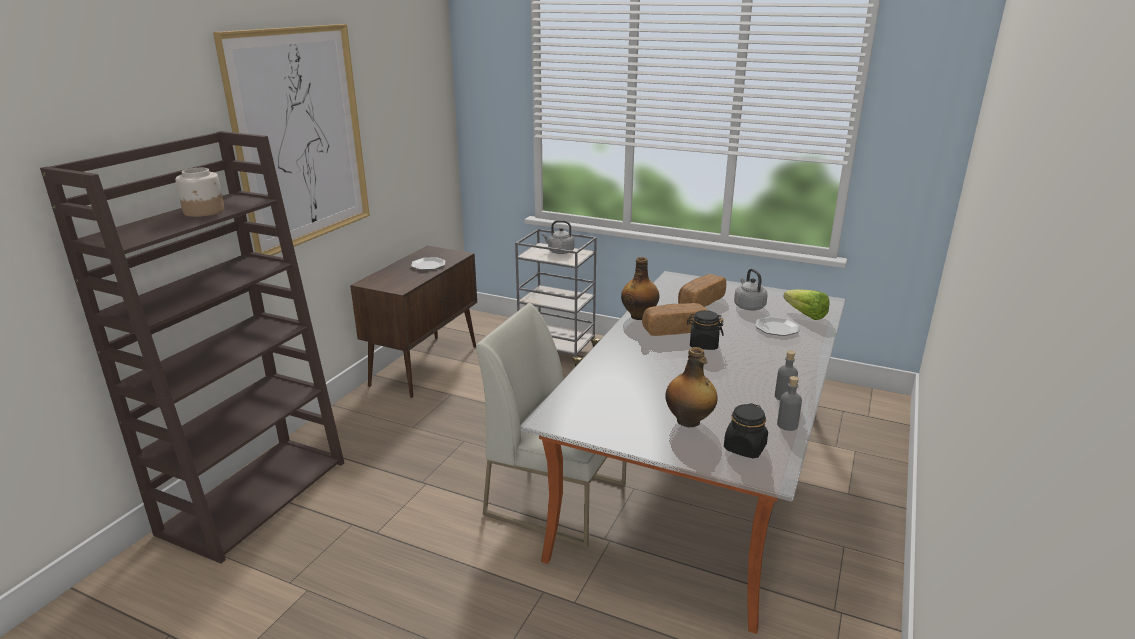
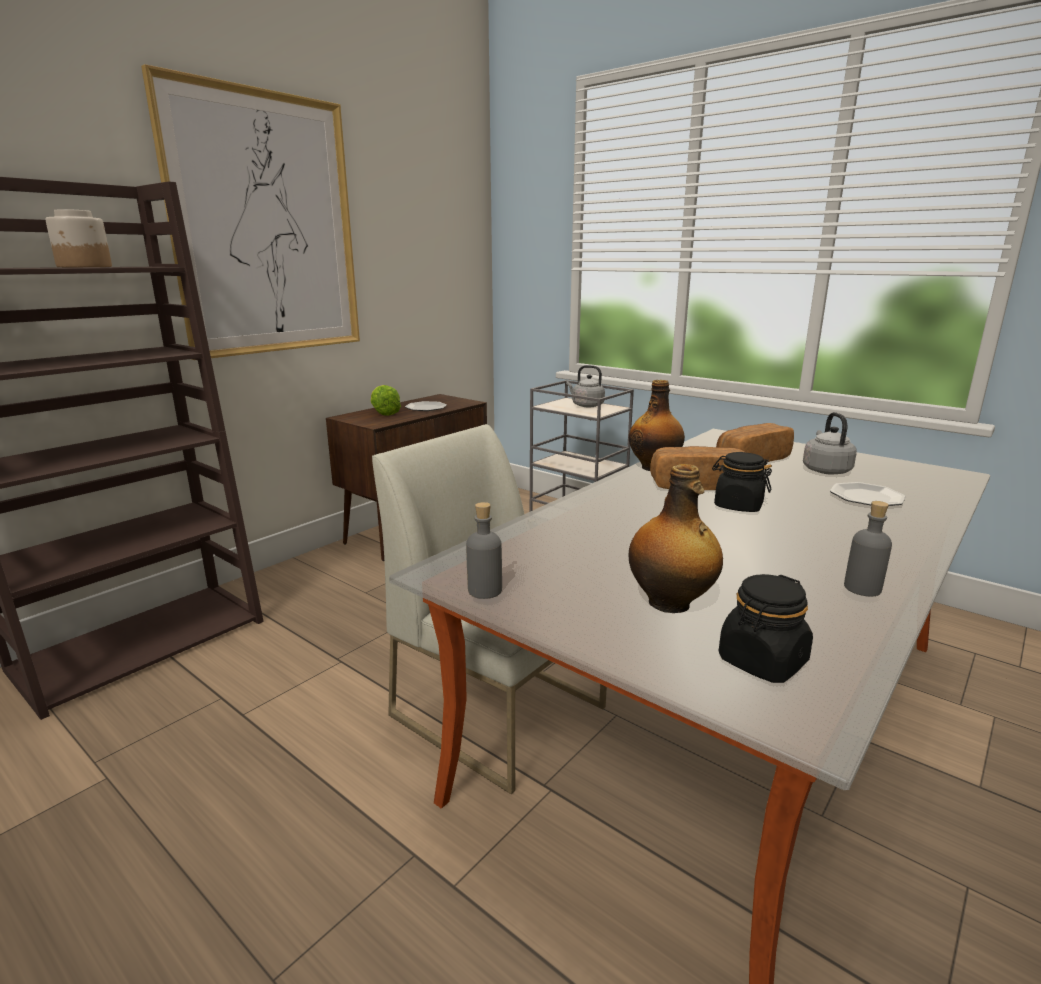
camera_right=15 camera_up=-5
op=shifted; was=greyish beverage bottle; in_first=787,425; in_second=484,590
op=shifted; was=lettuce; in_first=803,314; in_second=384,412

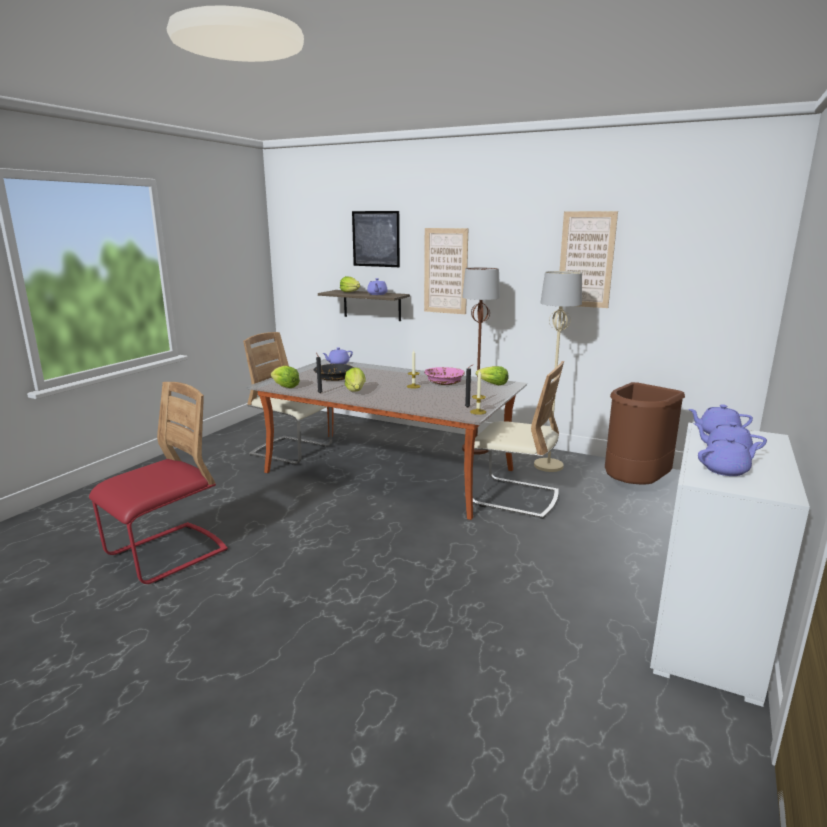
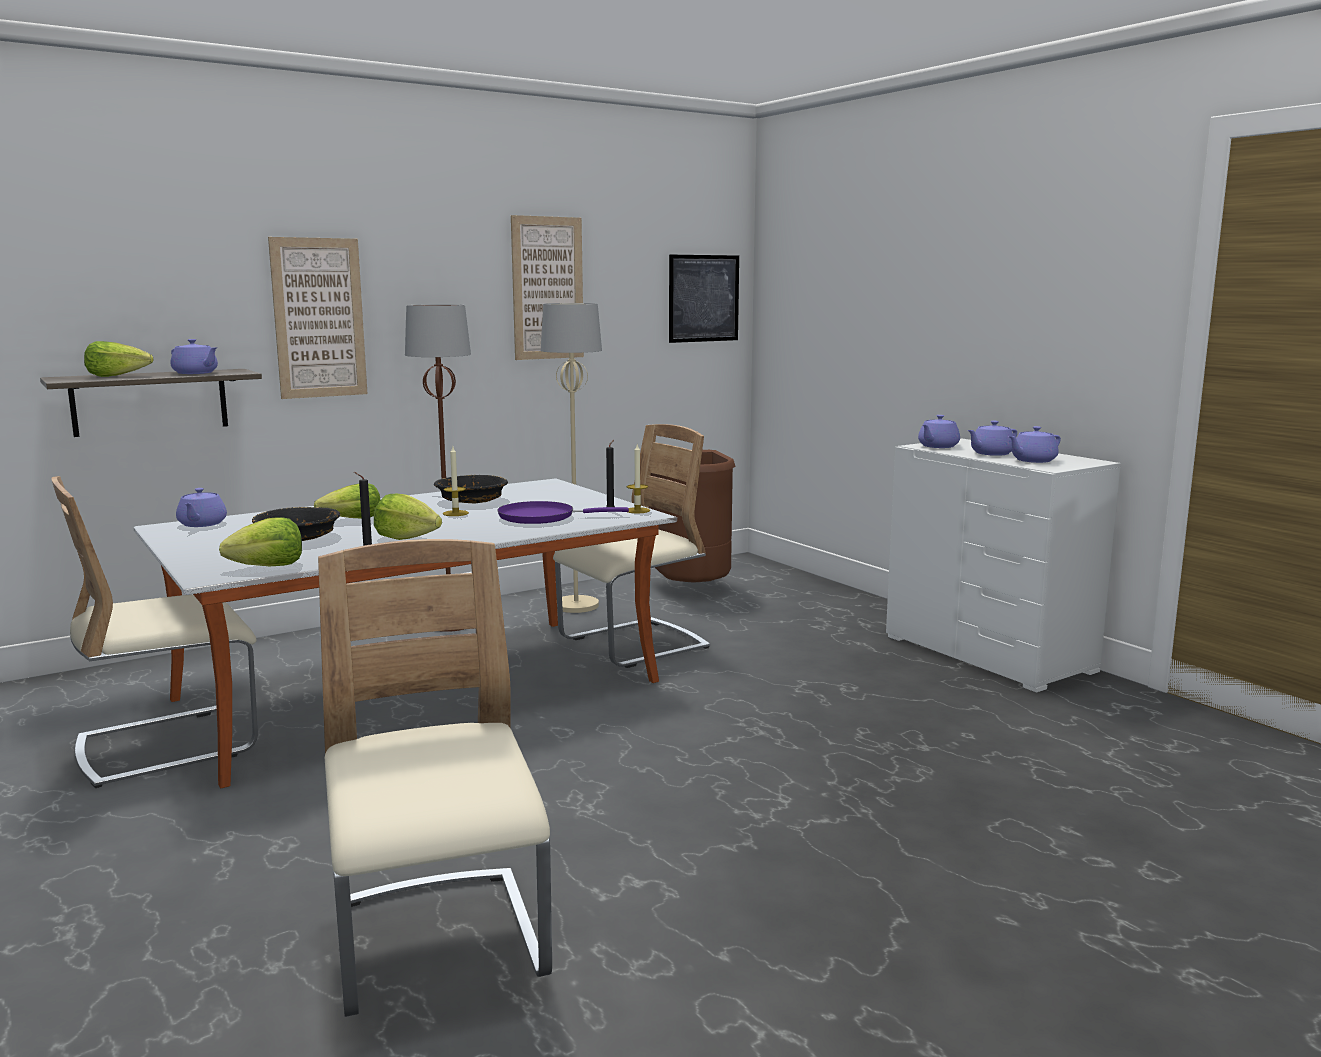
camera_right=-60 camera_up=-5
op=repainted; was=red-coloured plain chair; now=sand-coloured plain chair; in_first=167,554; in_second=438,945
op=shifted; was=picture; in_first=376,239; in_second=703,298
op=repainted; was=pink-coloured serving bowl; now=blackish serving bowl; in_first=444,382; in_second=472,500
op=shifted; was=lettuce; in_first=492,384; in_second=352,520
op=rotated; was=purple-coloured tea pot; in_first=726,470; in_second=1032,460; clockwise=-135
op=new; now=purple-coloured skillet; in_second=542,517

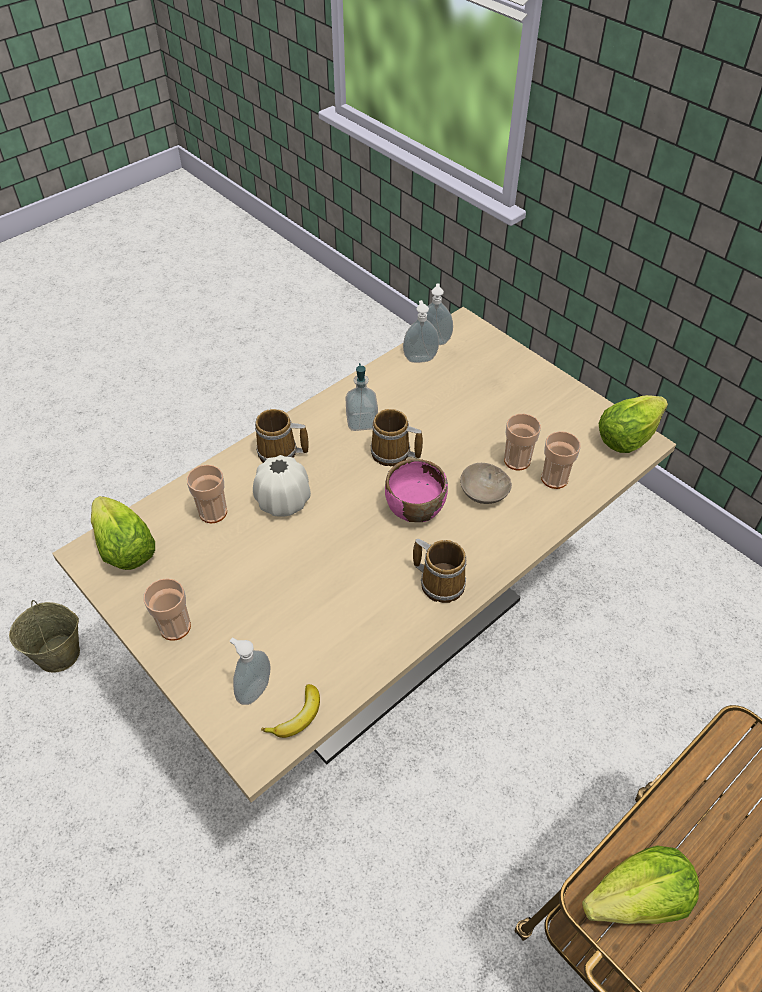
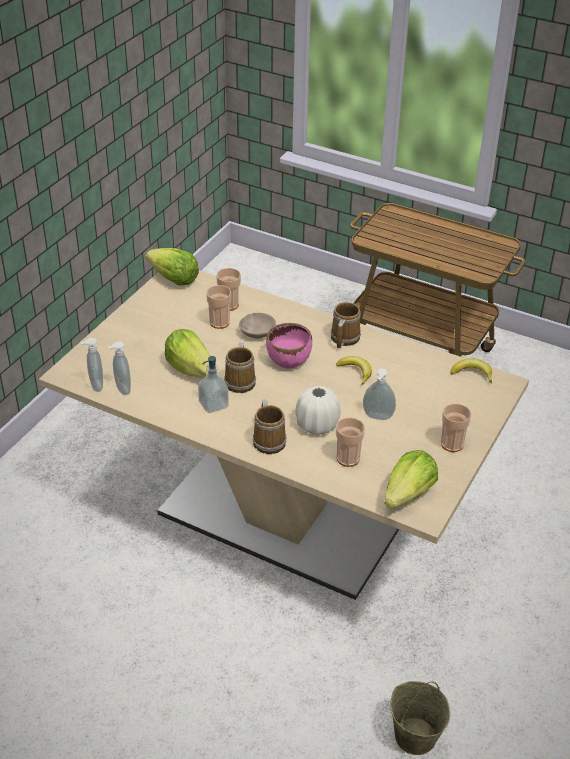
camera_right=-110 camera_up=-10
op=shifted; was=soap bottle; in_first=253,689; in_second=377,417
op=shifted; was=lettuce; in_first=637,899; in_second=190,369
op=new; now=whole banana; in_second=356,372

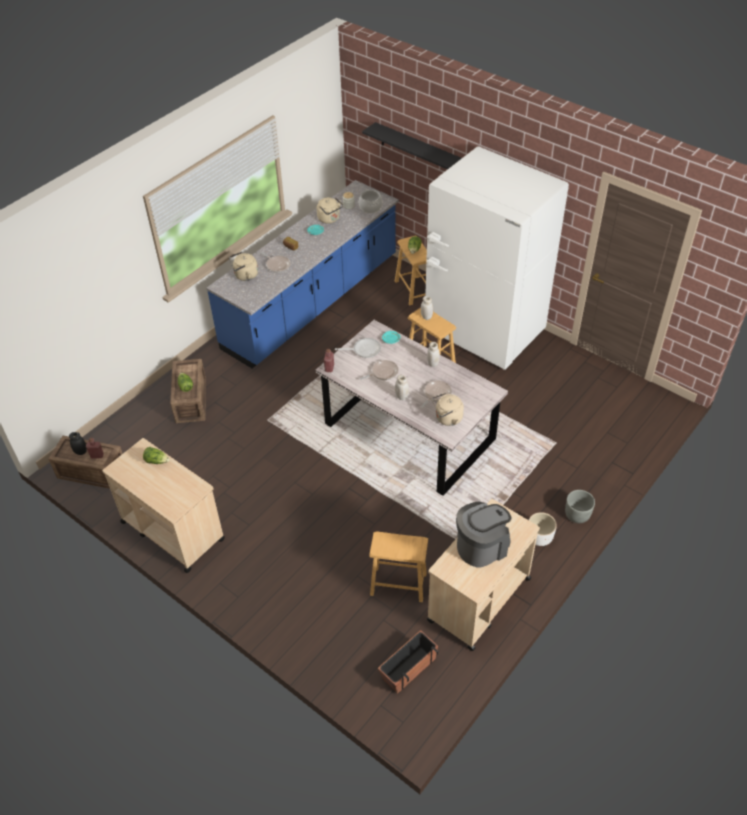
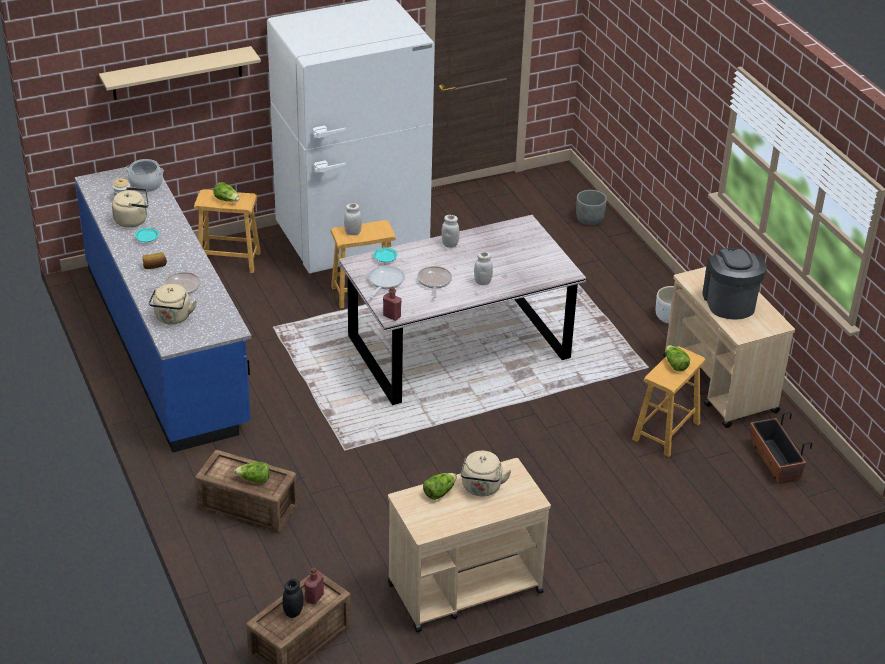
camera_right=-65 camera_up=-10
op=repainted; was=blackish bracket shelf; now=sand-coloured bracket shelf; in_first=419,150; in_second=177,73
op=gone; was=skillet; in_first=436,394
op=shifted; was=sand-coloured kettle; in_first=447,418; in_second=481,488
op=shifted; was=greyish flower pot; in_first=577,515; in_second=589,219
op=new; now=lettuce; in_second=675,364

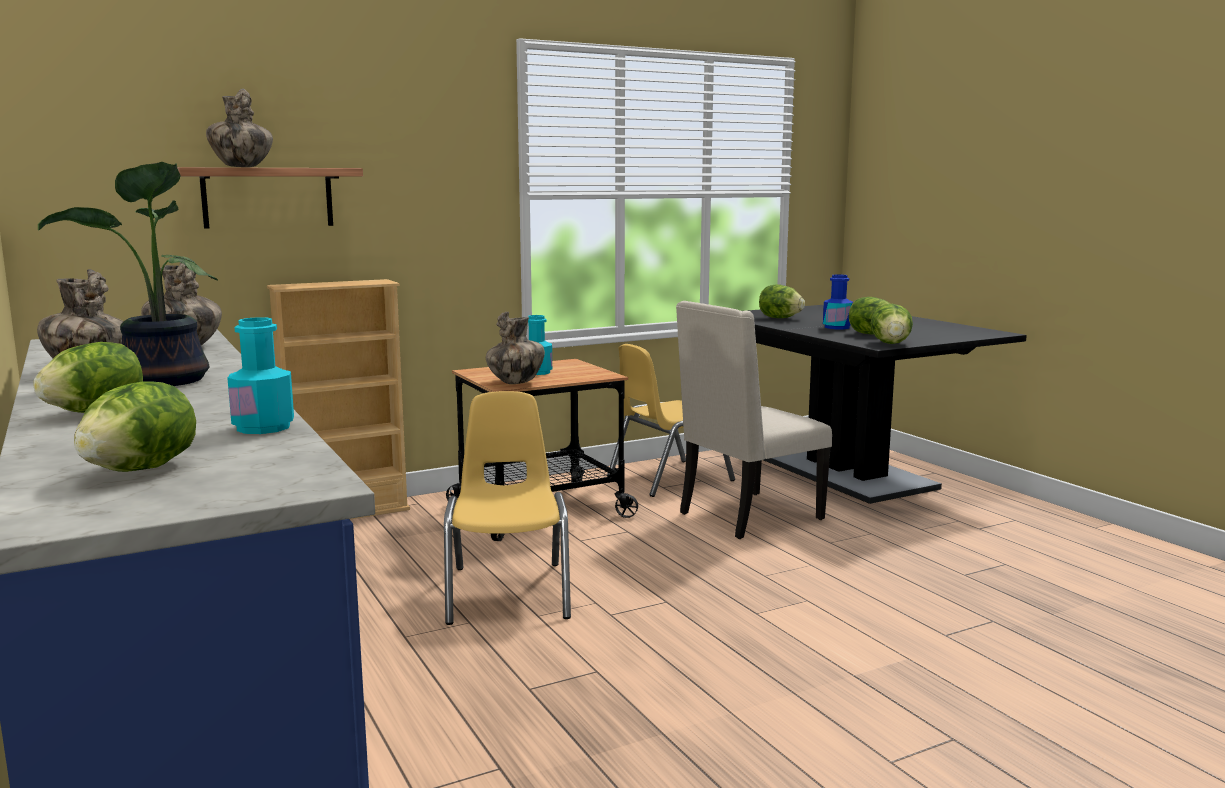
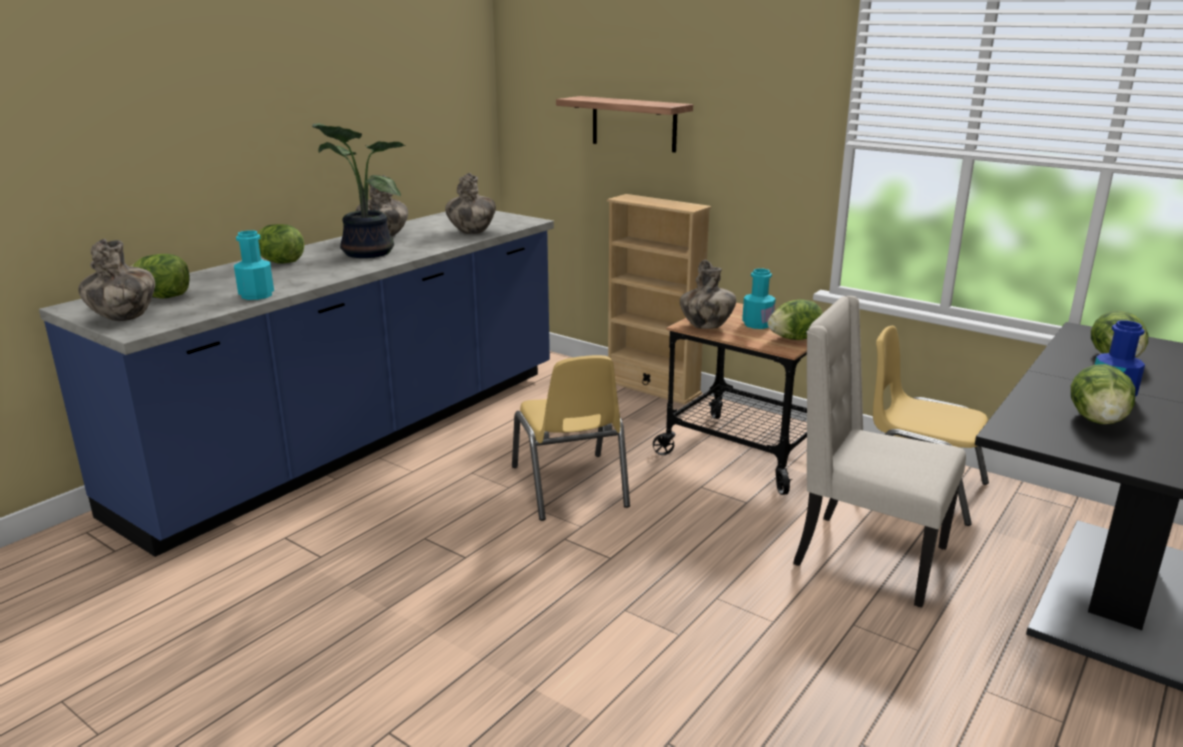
camera_right=65 camera_up=10
op=shifted; was=vase; in_first=242,167; in_second=124,317
op=rotated; was=yellowish plain chair; in_first=509,592; in_second=569,486; clockwise=105
op=shifted; was=lettuce; in_first=891,344; in_second=794,339

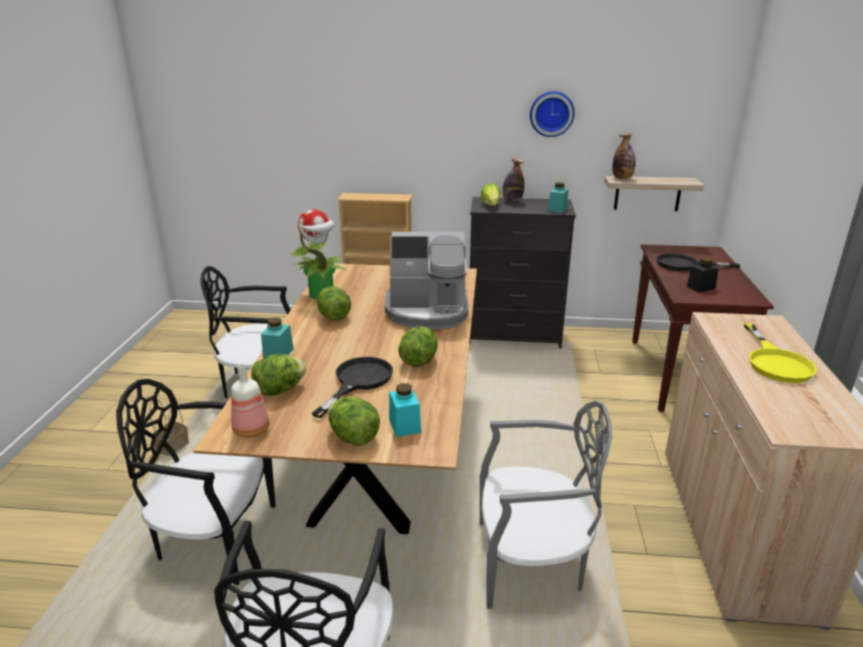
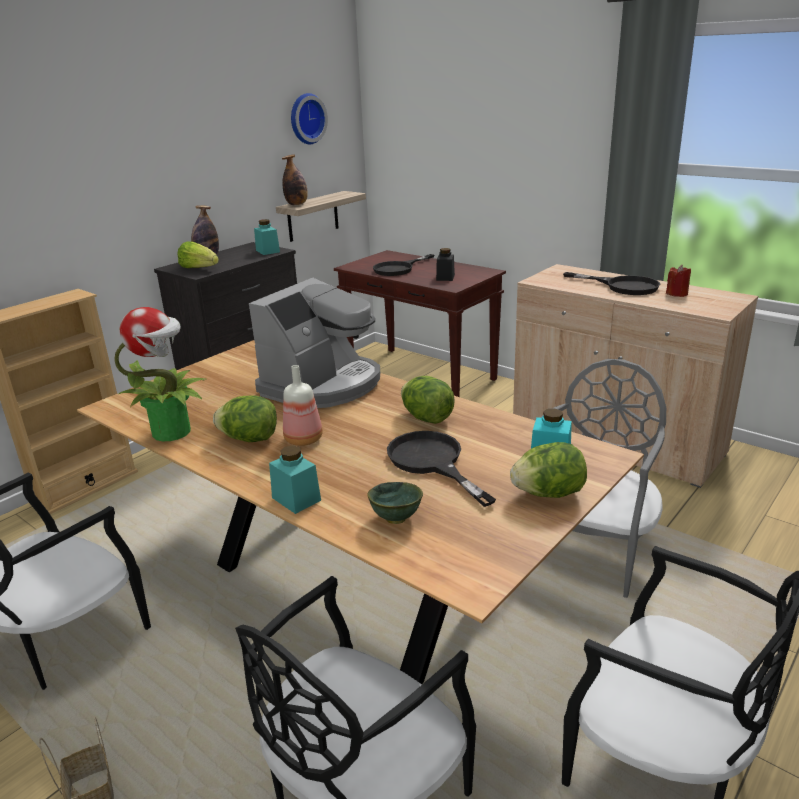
camera_right=-55 camera_up=0
op=shifted; was=beverage bottle; in_first=252,430; in_second=303,439
op=swapped; was=lettuce; now=green serving bowl; in_first=279,390; in_second=395,518
op=shifted; was=wall clock; in_first=551,113; in_second=306,119
op=repainted; was=yellowish skillet; now=blackish skillet; in_first=775,362; in_second=623,286
op=new; now=red-coloured wax candle; in_second=677,294

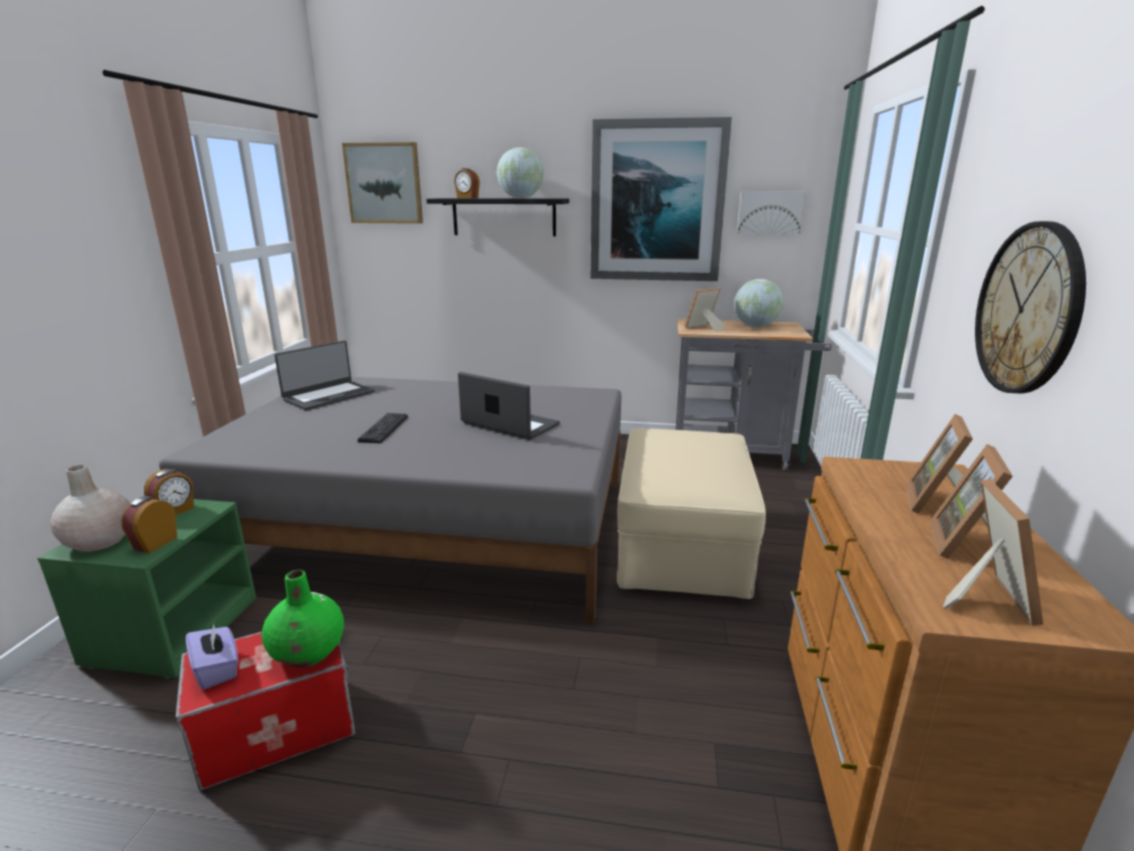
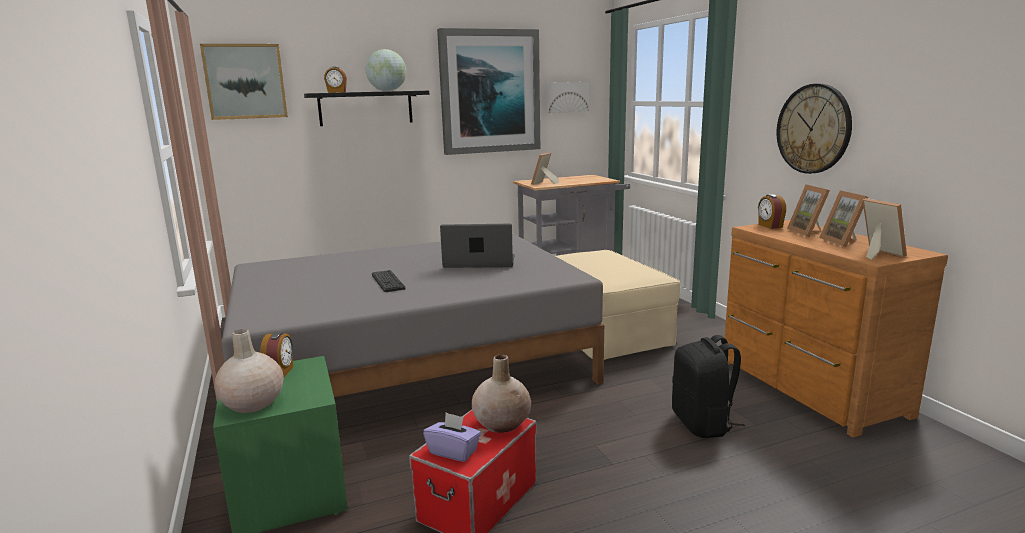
camera_right=-30 camera_up=-5
op=shifted; was=alarm clock; in_first=155,543; in_second=769,226
op=repainted; was=green vase; now=sand-coloured vase; in_first=309,652; in_second=502,423
op=gone; was=laptop; in_first=328,396
op=gone; was=world globe; in_first=755,326
op=new; now=blackish rucksack; in_second=703,424

